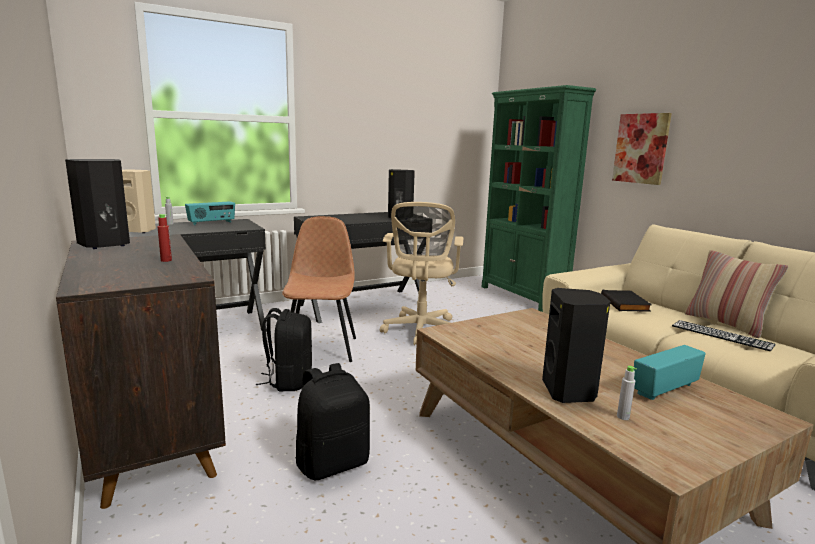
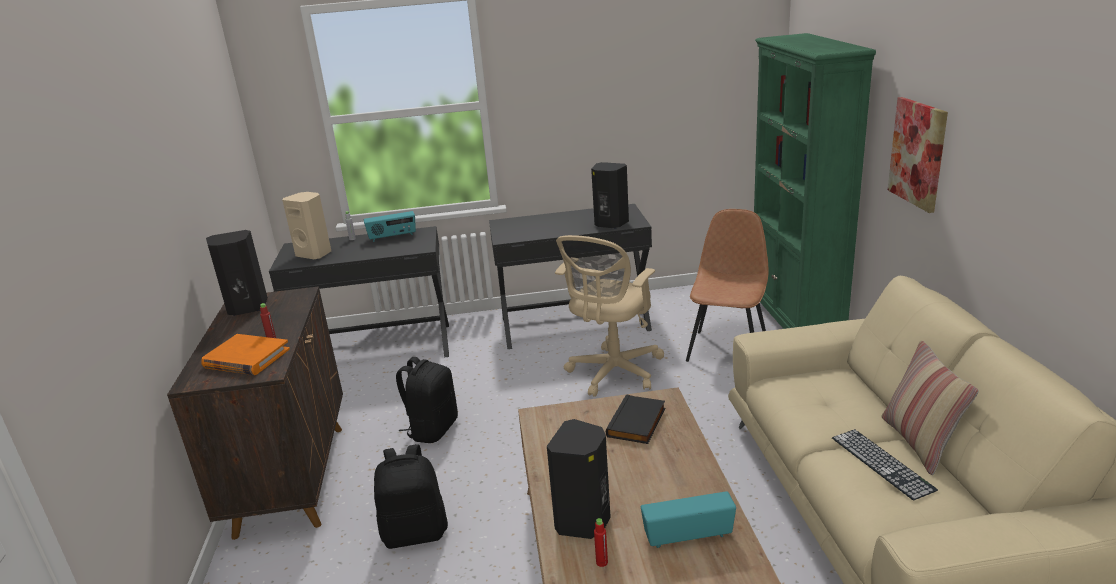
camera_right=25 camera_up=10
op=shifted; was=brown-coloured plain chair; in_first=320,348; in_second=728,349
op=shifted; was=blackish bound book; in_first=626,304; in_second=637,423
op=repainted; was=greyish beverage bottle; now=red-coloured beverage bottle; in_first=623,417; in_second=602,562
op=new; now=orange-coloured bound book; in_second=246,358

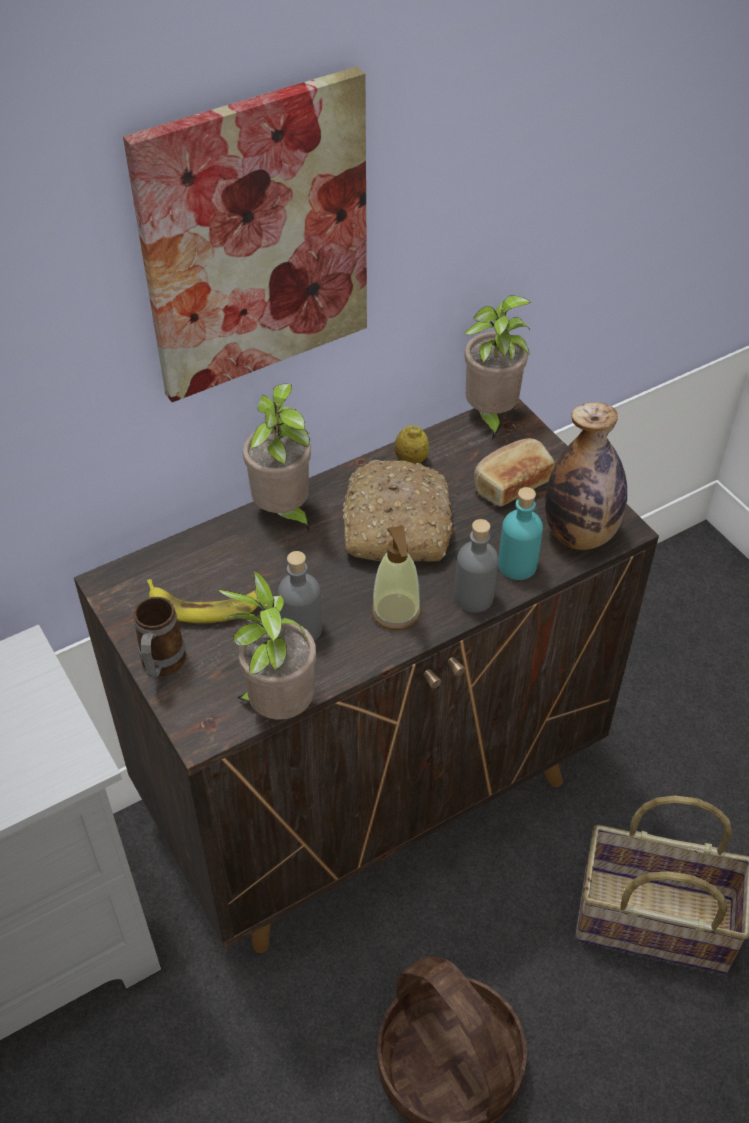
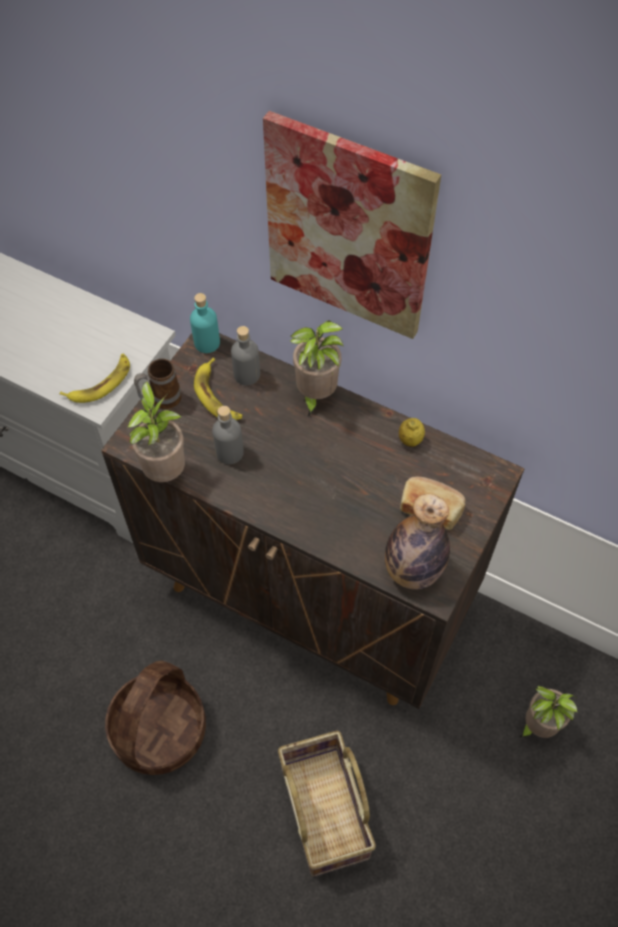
camera_right=60 camera_up=10
op=gone; was=baked bread; in_first=395,524
op=gone; was=soap bottle; in_first=396,612
op=shifted; was=greyish beverage bottle; in_first=474,597; in_second=247,375
op=shifted; was=plant in a pot; in_first=490,416; in_second=537,725
op=shifted; was=turquoise-coloured beverage bottle; in_first=517,565; in_second=207,343
op=new; now=whole banana; in_second=101,383

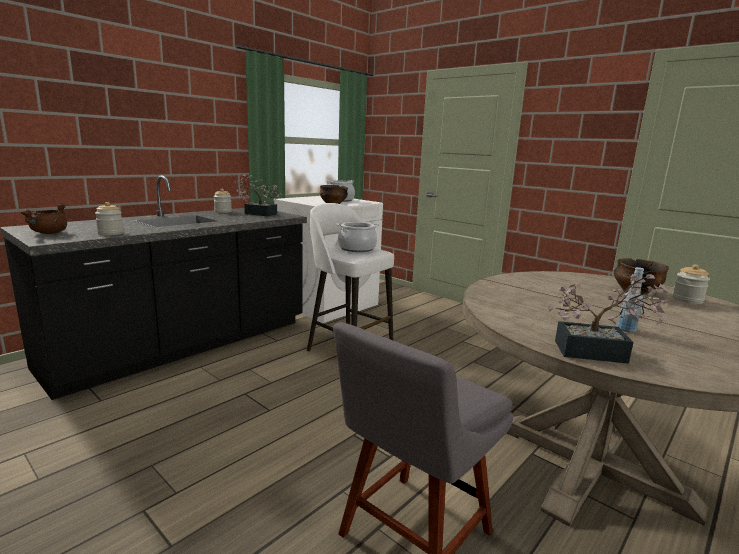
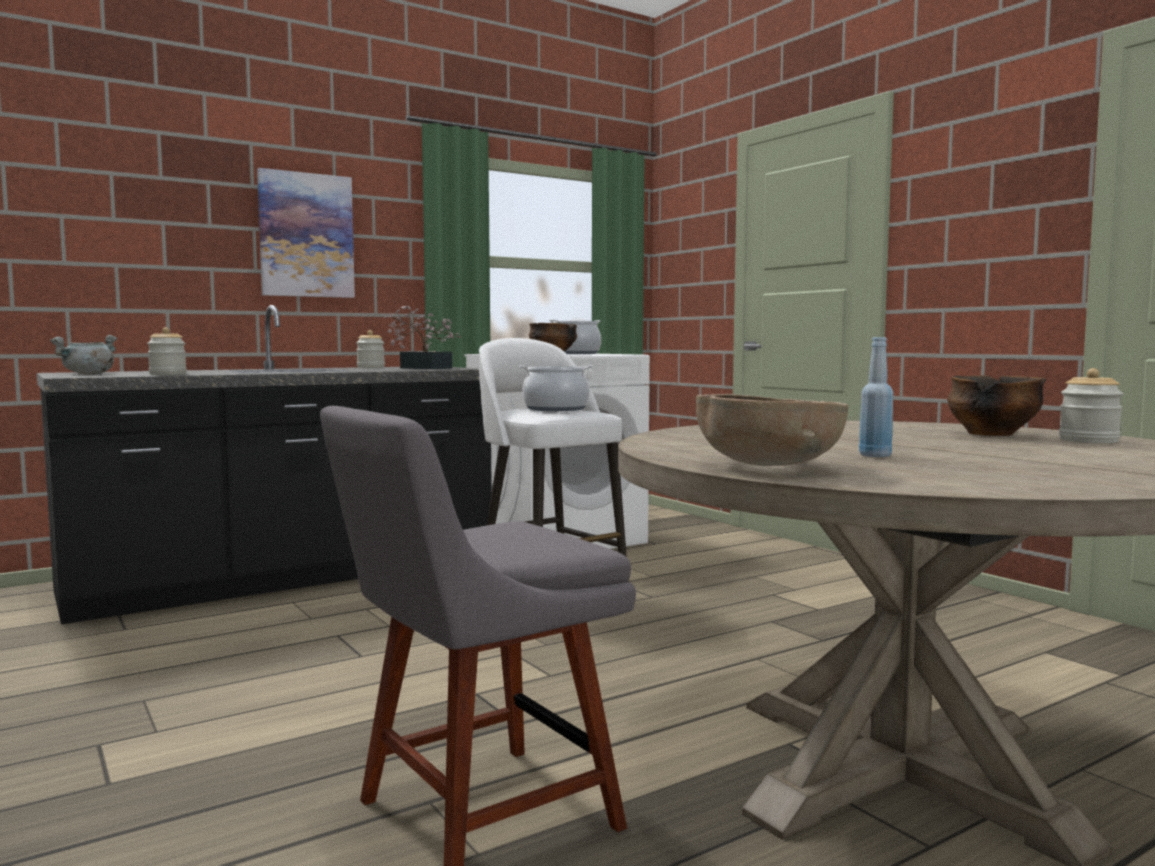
camera_right=15 camera_up=-10
op=repainted; was=brown-coloured saucepot; now=greyish saucepot; in_first=49,233; in_second=88,374
op=swapped; was=plant in a pot; now=brown-coloured serving bowl; in_first=599,353; in_second=766,467
op=new; now=picture; in_second=306,235

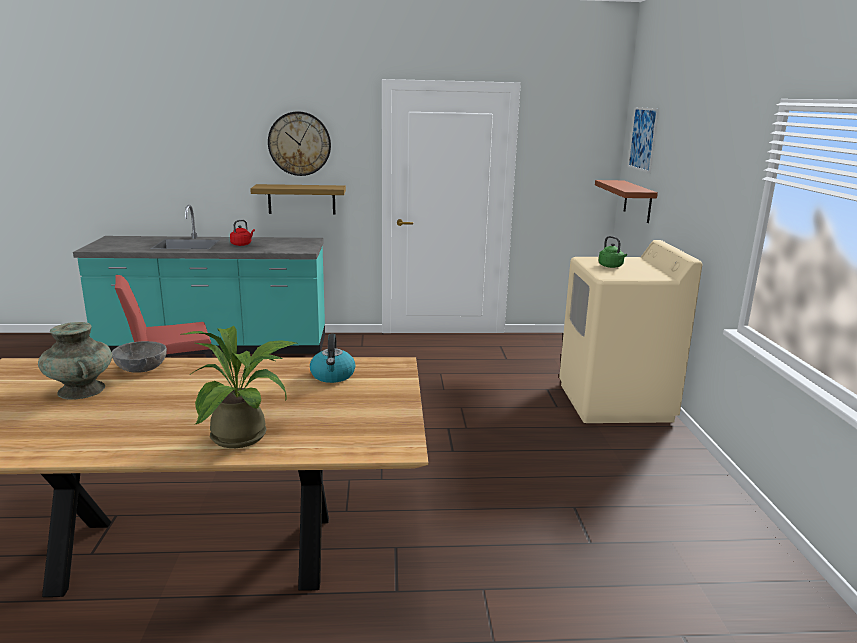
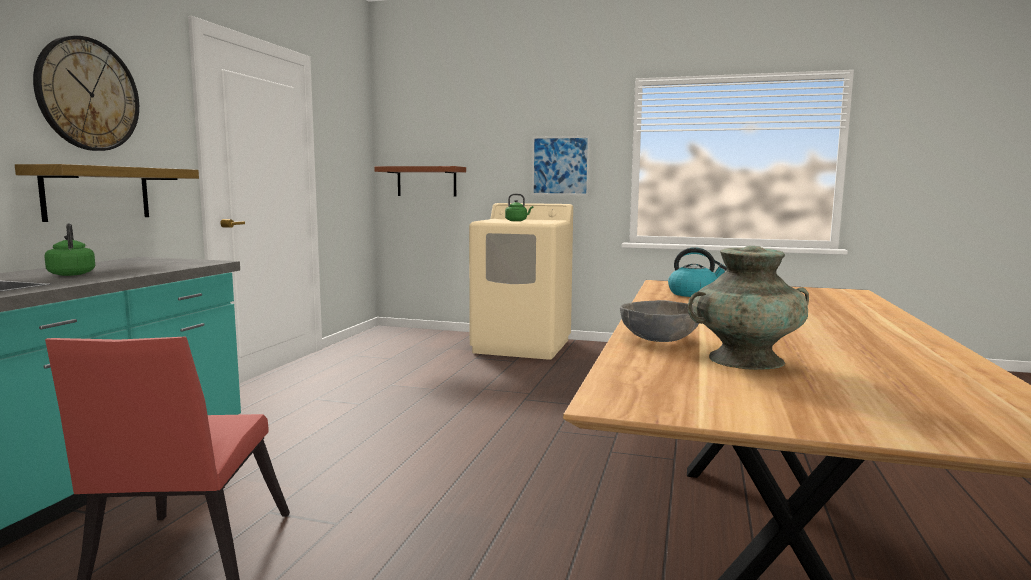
camera_right=-70 camera_up=-10
op=gone; was=plant in a pot; in_first=246,435
op=repainted; was=red-coloured kettle; now=green kettle; in_first=242,244; in_second=72,274
op=shifted; was=picture; in_first=643,139; in_second=560,165

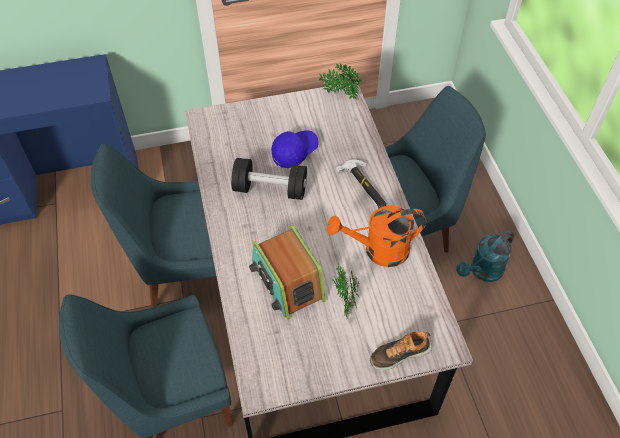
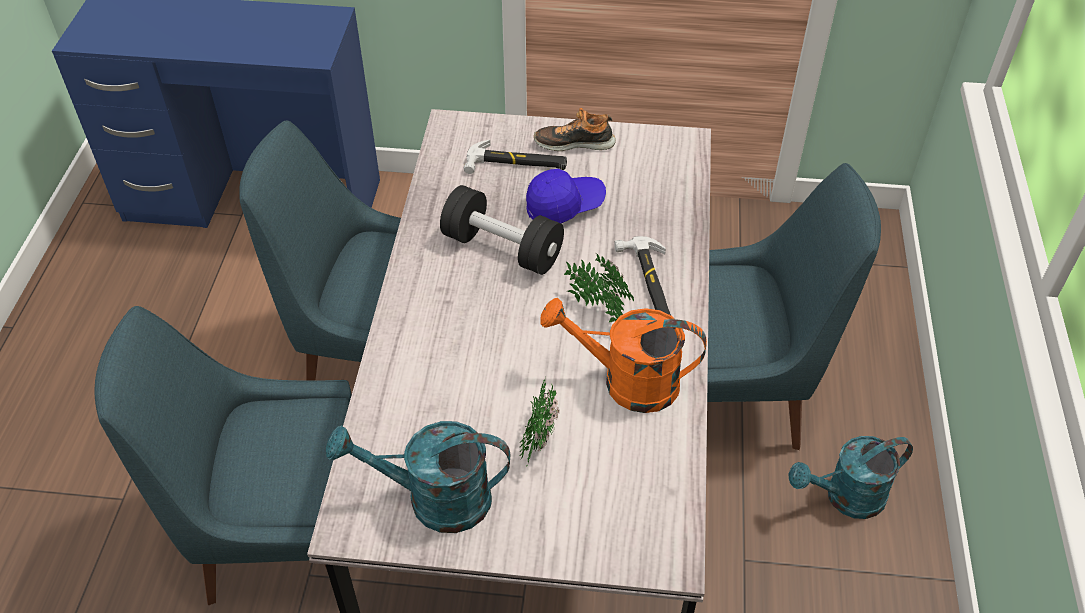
camera_right=20 camera_up=-5
op=gone; was=radio set; in_first=287,281
op=shifted; was=plant in a pot; in_first=339,94; in_second=597,308
op=shifted; was=low shoe; in_first=399,354; in_second=574,142
op=new; now=turquoise-coloured watering pot; in_second=434,499
op=new; now=hand hammer; in_second=516,164

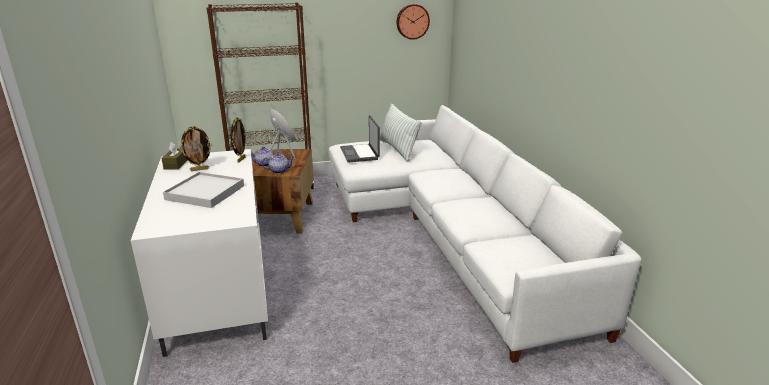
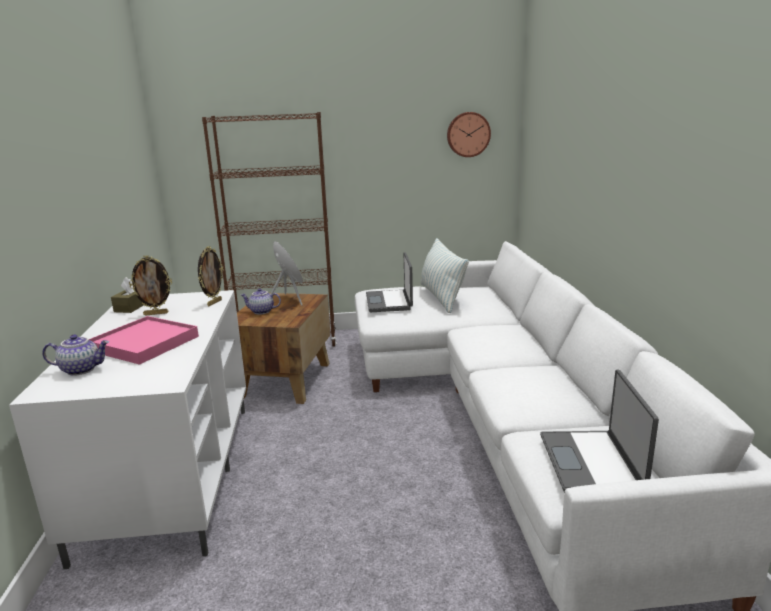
camera_right=10 camera_up=-5
op=repainted; was=whitish serving tray; now=pink-coloured serving tray; in_first=205,193; in_second=144,343
op=shifted; was=tea pot; in_first=279,171; in_second=81,369
op=new; now=laptop; in_second=592,463

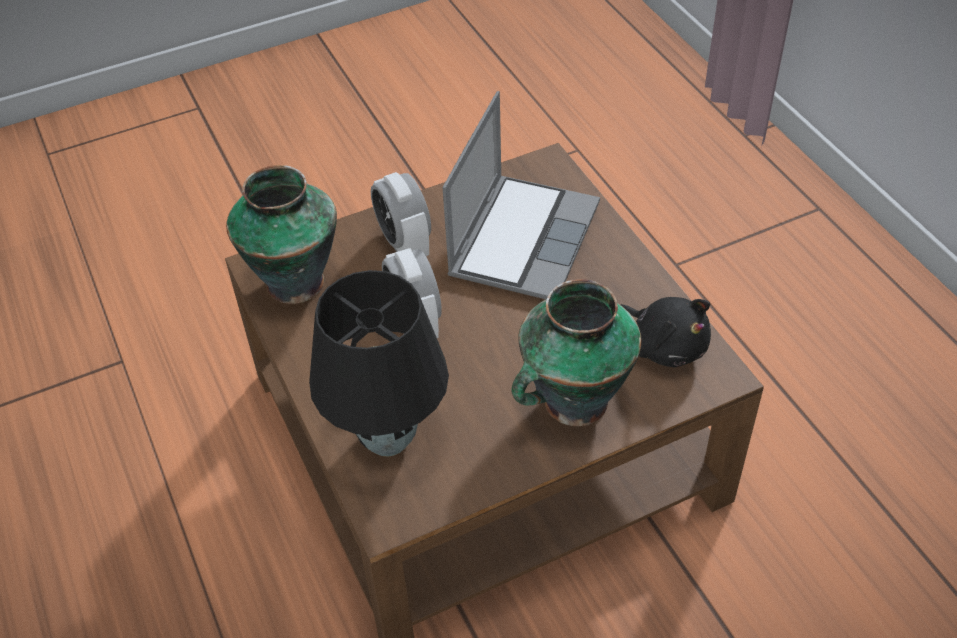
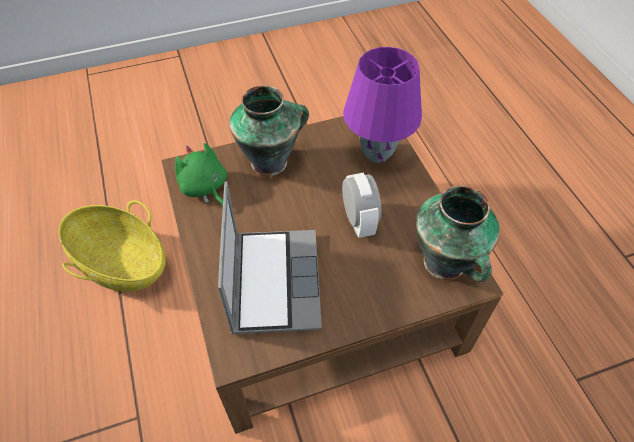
camera_right=-175 camera_up=5
op=repainted; was=blackish lamp for a table; now=purple-coloured lamp for a table; in_first=389,438; in_second=376,154
op=gone; was=alarm clock; in_first=404,245
op=rotated; was=laptop; in_first=523,238; in_second=273,280; clockwise=150
op=repainted; was=blackish plush toy; now=green plush toy; in_first=665,345; in_second=205,188
op=new; now=storage basket; in_second=122,263

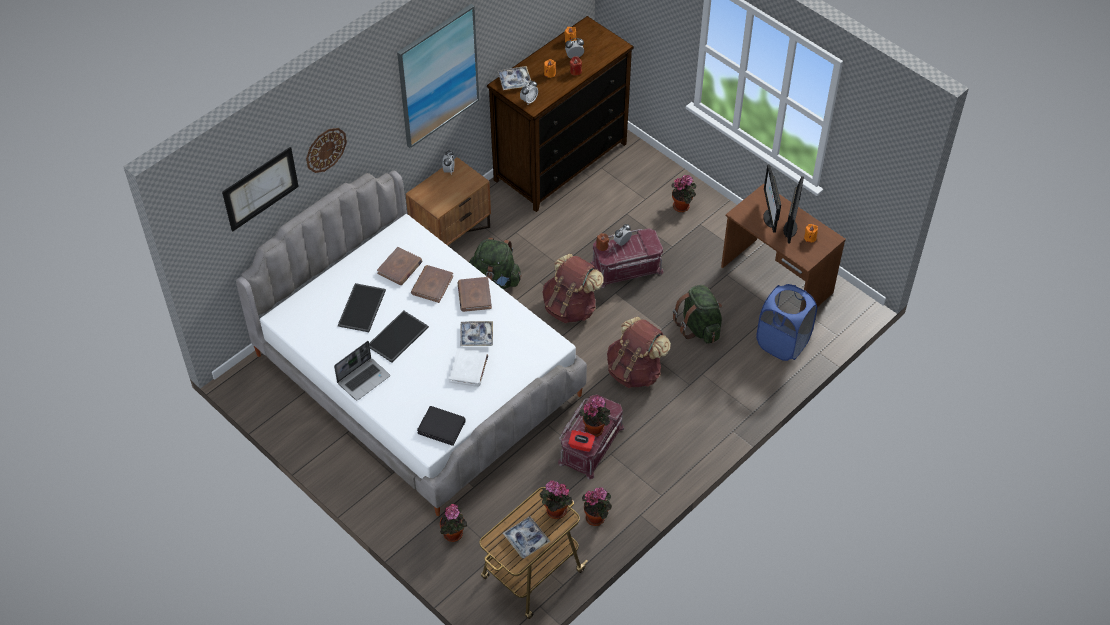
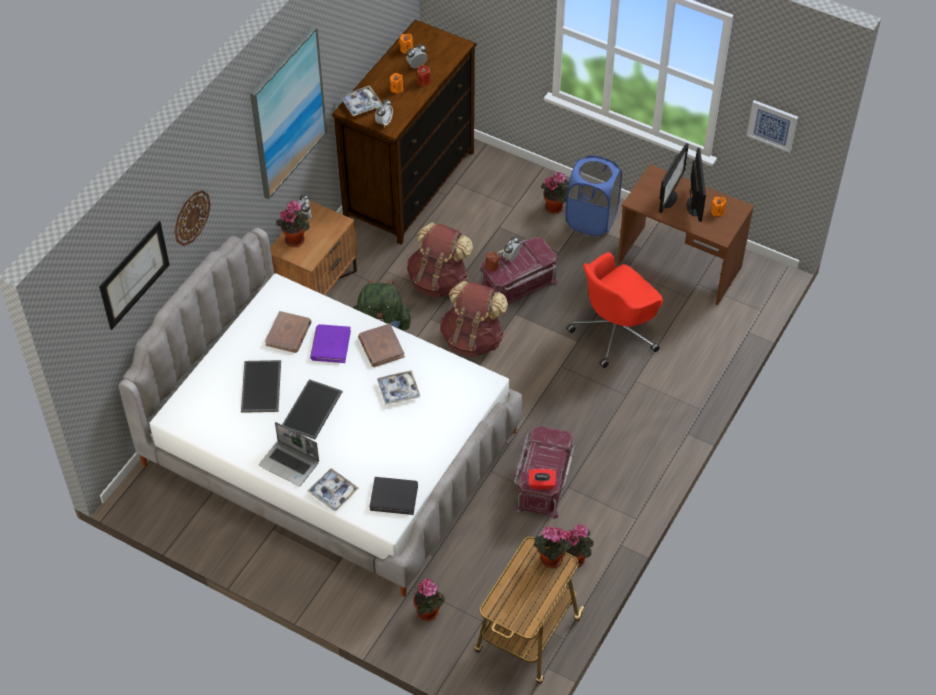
camera_right=-15 camera_up=0
op=rotated; was=laptop; in_first=364,379; in_second=290,464; clockwise=90
op=repainted; was=brown-coloured bound book; now=purple-coloured bound book; in_first=432,285; in_second=330,345
op=gone; was=whitish bound book; in_first=468,369
op=shifted; was=serving tray; in_first=526,539; in_second=333,492
op=shifted; was=plant in a pot; in_first=595,428; in_second=296,238
op=shifted; was=brown-coloured rucksack; in_first=635,371; in_second=439,281
op=swapped; was=green rucksack; now=red-coloured computer chair; in_first=699,327; in_second=615,332
op=shifted; was=blue hamper; in_first=782,343; in_second=591,219
op=rotated; was=computer screen; in_first=769,218; in_second=669,199; clockwise=-135
op=new; now=picture; in_second=772,125

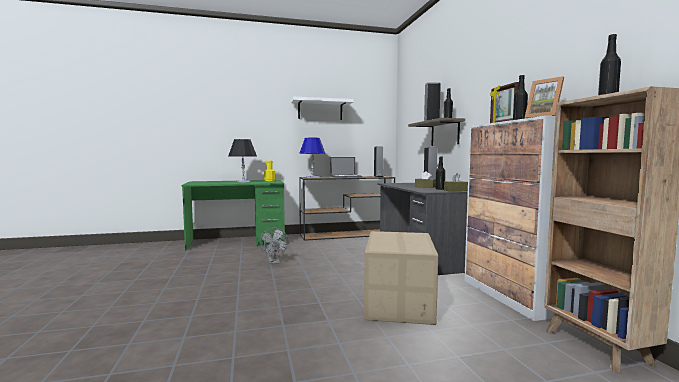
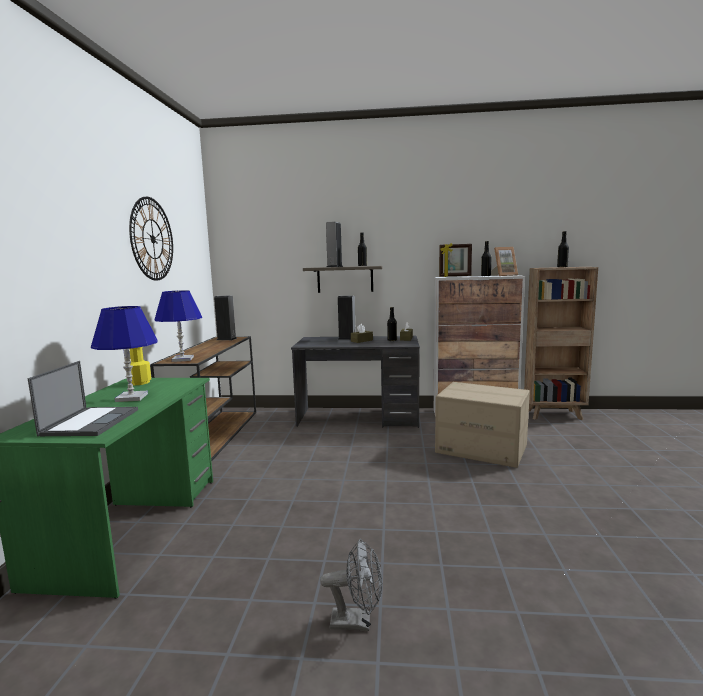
camera_right=-70 camera_up=5
op=repainted; was=blackish lamp for a table; now=blue lamp for a table; in_first=243,182; in_second=131,397
op=shifted; was=greyish electric fan; in_first=274,262; in_second=357,622
op=swapped; was=whitish bracket shelf; now=wall clock; in_first=320,110; in_second=152,239
op=shifted; was=laptop; in_first=346,176; in_second=91,422

